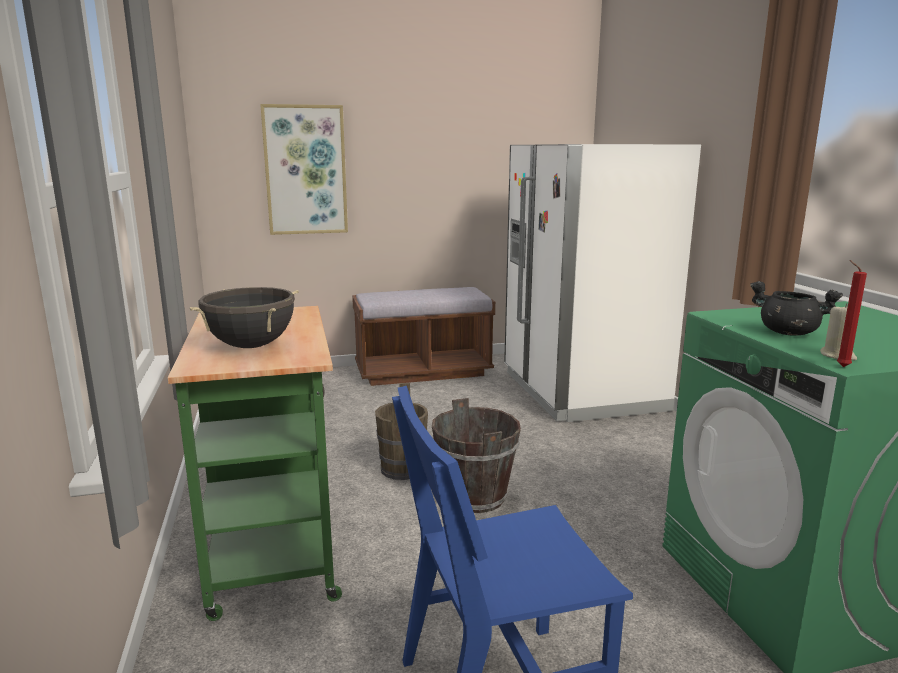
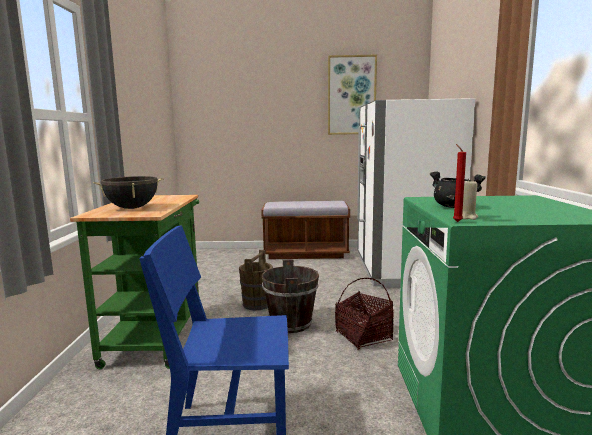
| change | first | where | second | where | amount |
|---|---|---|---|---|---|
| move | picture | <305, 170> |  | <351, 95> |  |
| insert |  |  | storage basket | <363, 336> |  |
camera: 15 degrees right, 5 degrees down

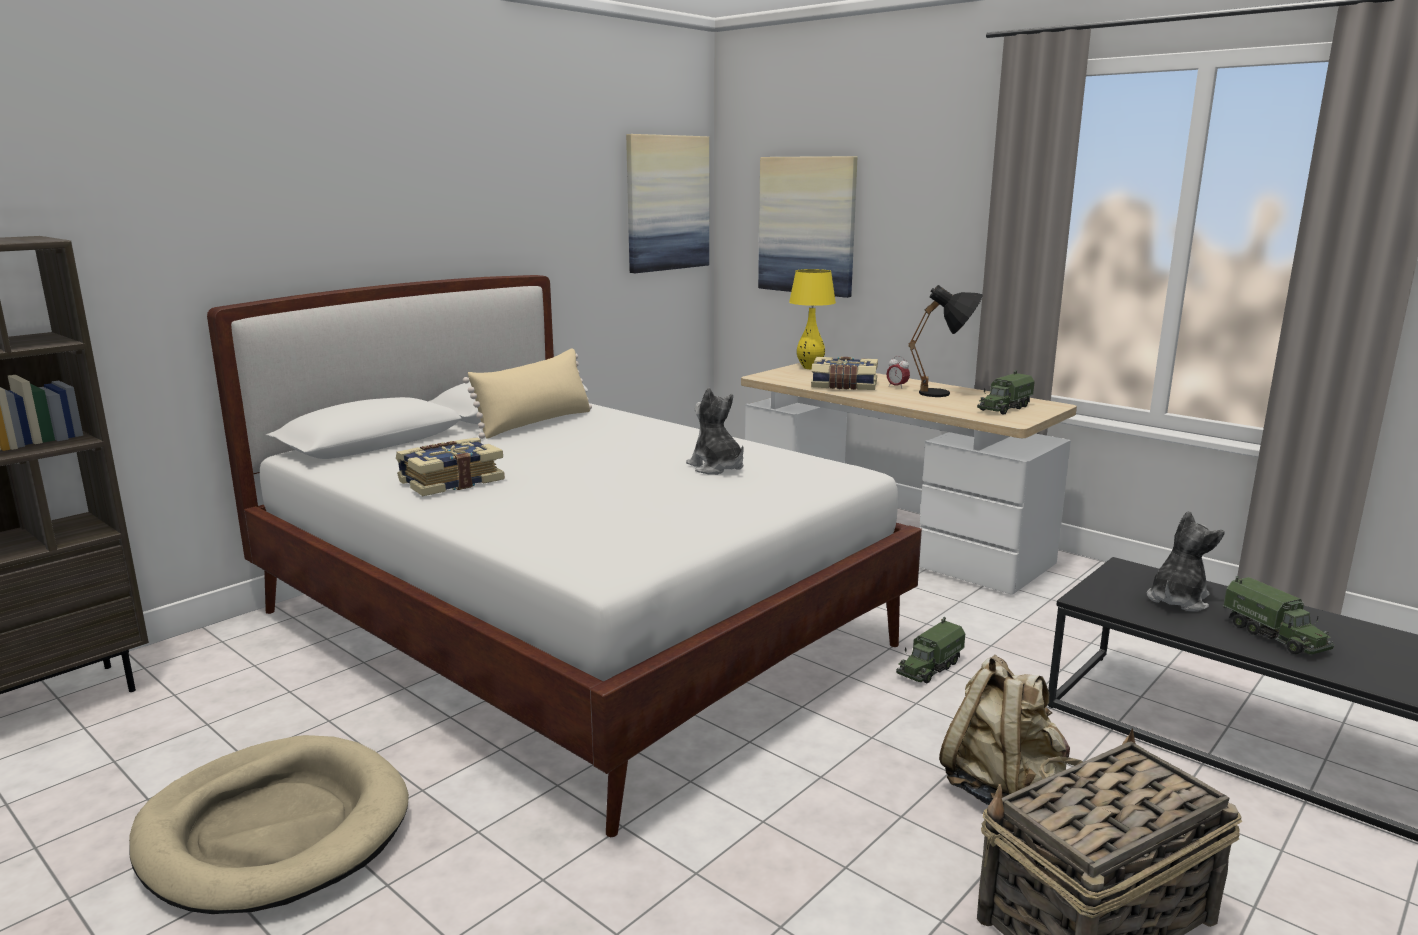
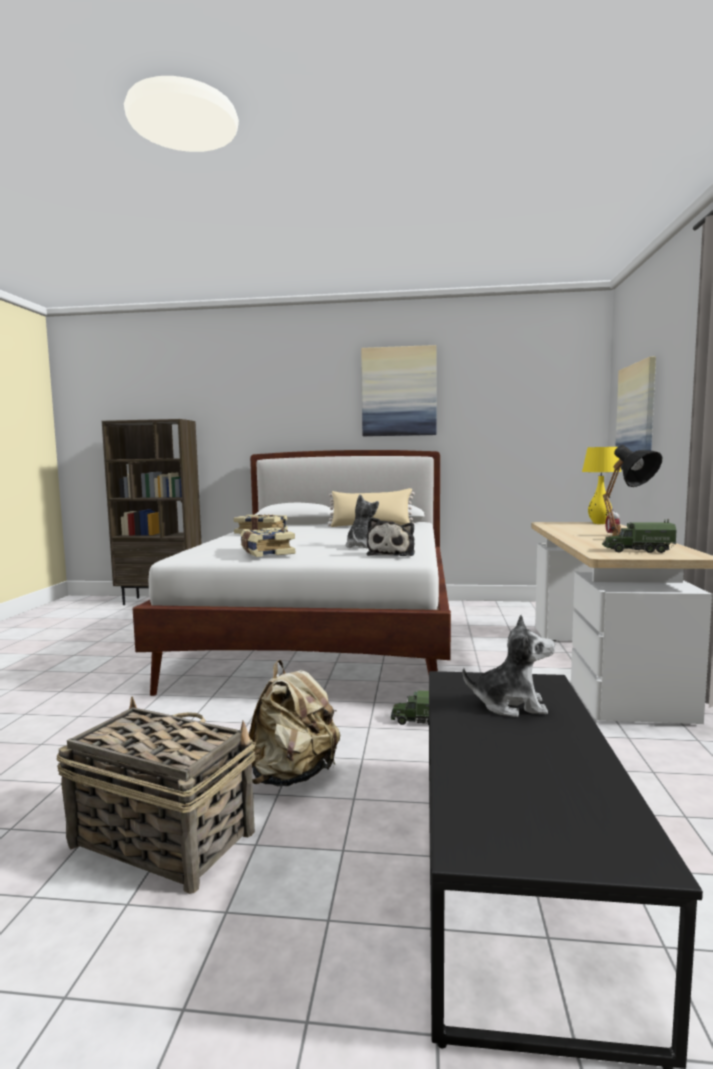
| change | first | where | second | where | amount |
|---|---|---|---|---|---|
| delete | dog bed (sand-coloured) | <274, 830> |  |  |  |
| move | picture | <667, 203> |  | <399, 392> |  |
| move | volume | <844, 386> |  | <266, 553> |  |
| delete | toy truck | <1274, 636> |  |  |  |
| insert |  |  | plush toy | <392, 554> |  |
camera: 55 degrees right, 10 degrees down

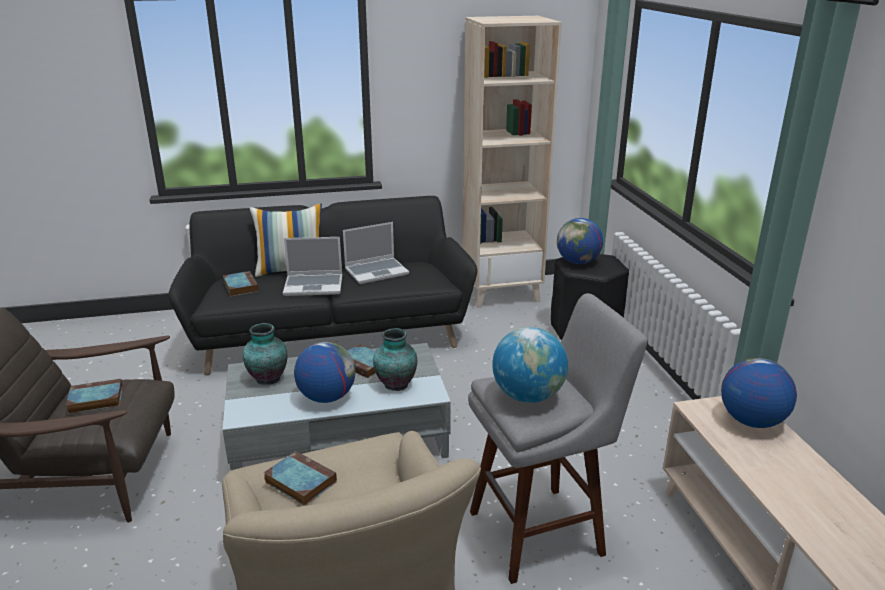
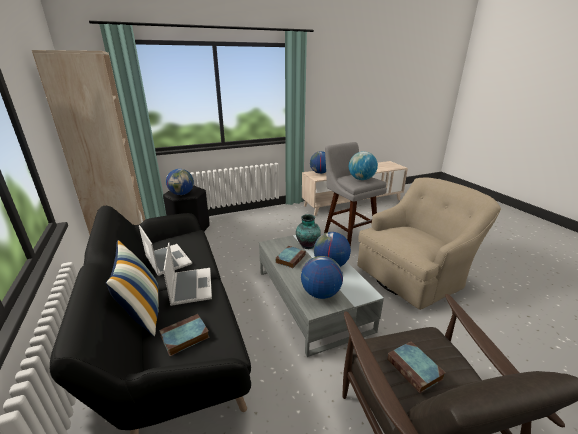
| change | first | where | second | where | amount |
|---|---|---|---|---|---|
| replace | vase | <267, 378> | globe | <320, 293> |  |
| delete | volume | <299, 482> |  |  |  |
camera: 100 degrees left, 0 degrees up

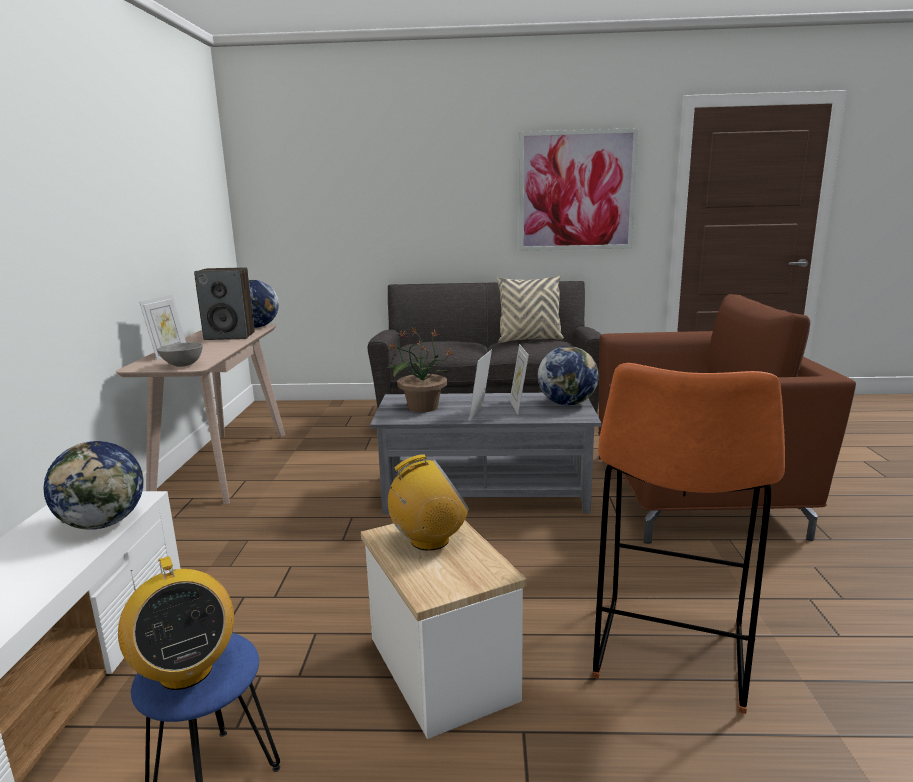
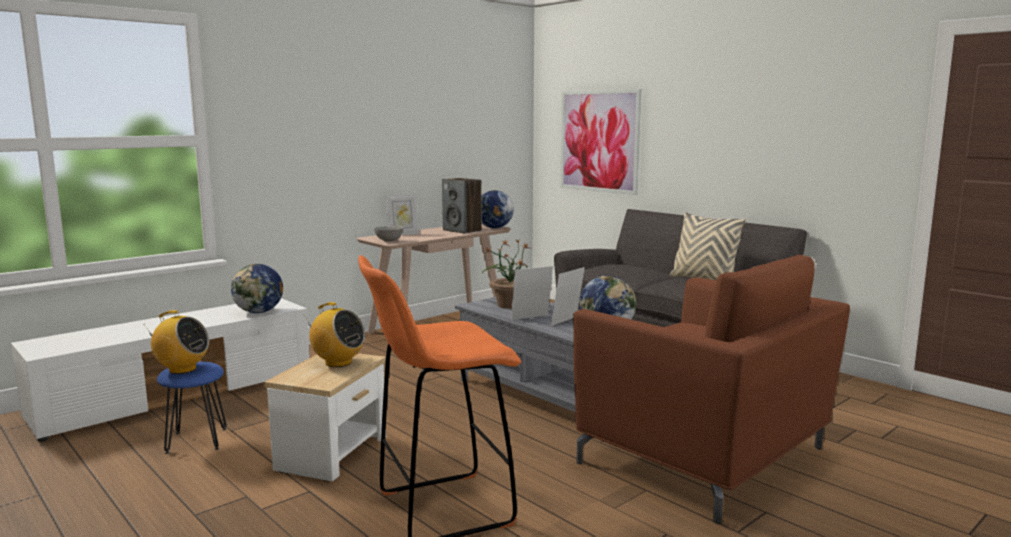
| change | first | where | second | where | amount |
|---|---|---|---|---|---|
| rotate | radio | <185, 671> |  | <182, 369> | 90 degrees counterclockwise |
| move | picture | <576, 191> |  | <599, 141> |  |
camera: 45 degrees right, 5 degrees down

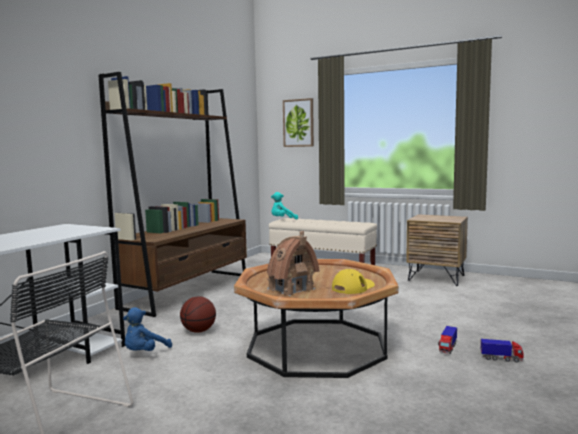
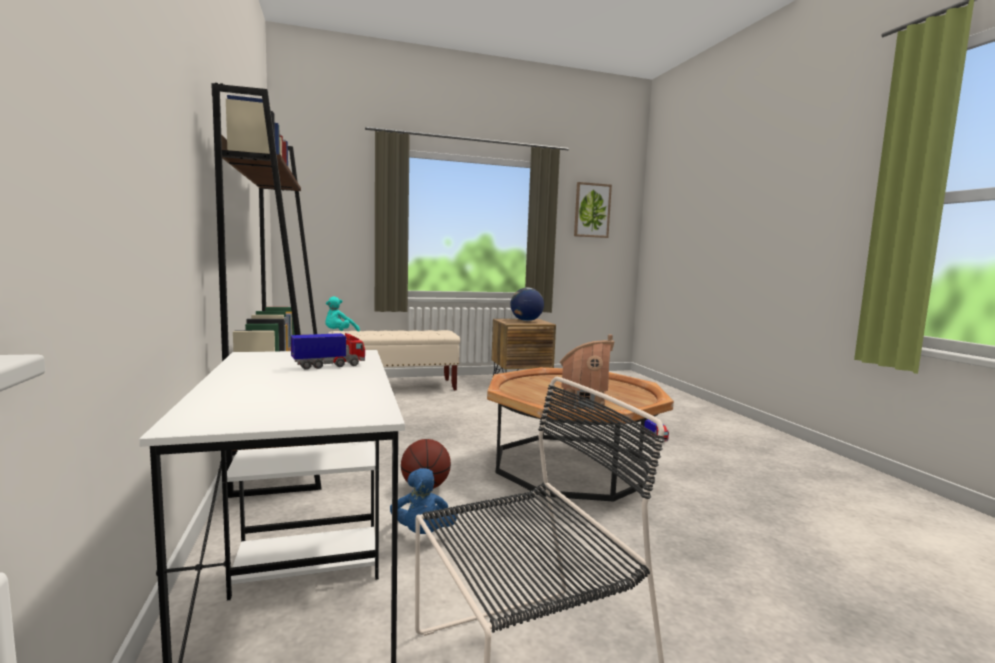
| change | first | where | second | where | amount |
|---|---|---|---|---|---|
| move | picture | <298, 123> |  | <592, 210> |  |
| delete | peaked cap (yellow-coloured) | <353, 287> |  |  |  |
| move | toy truck | <501, 358> |  | <329, 365> |  |
| insert |  |  | globe | <526, 321> |  |
camera: 45 degrees left, 0 degrees up

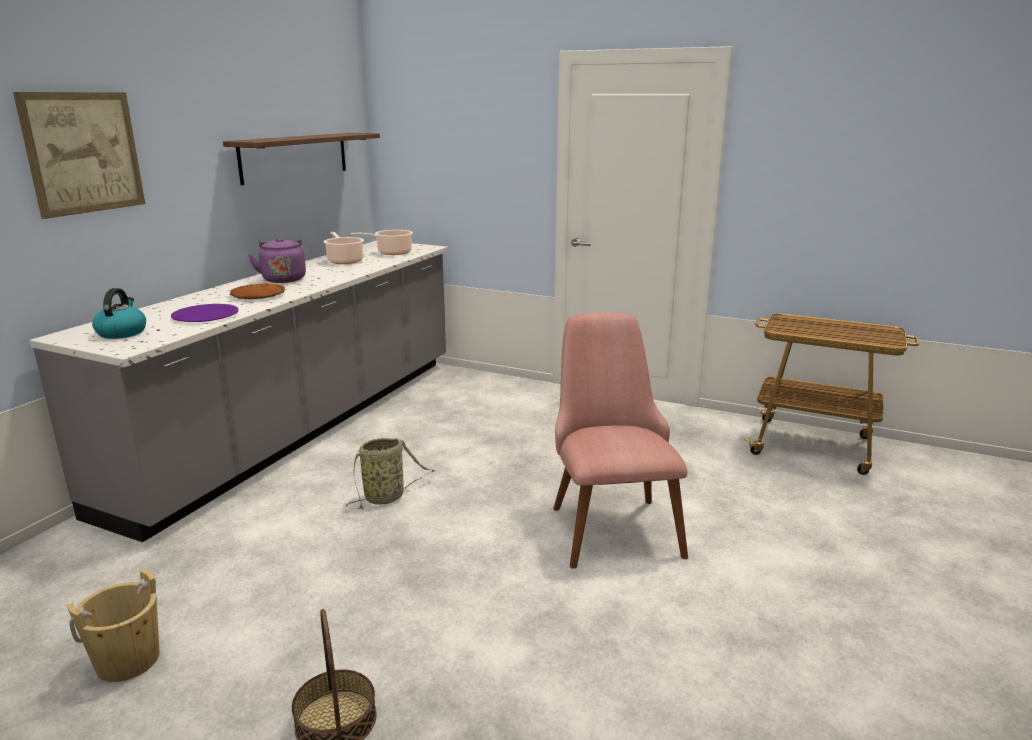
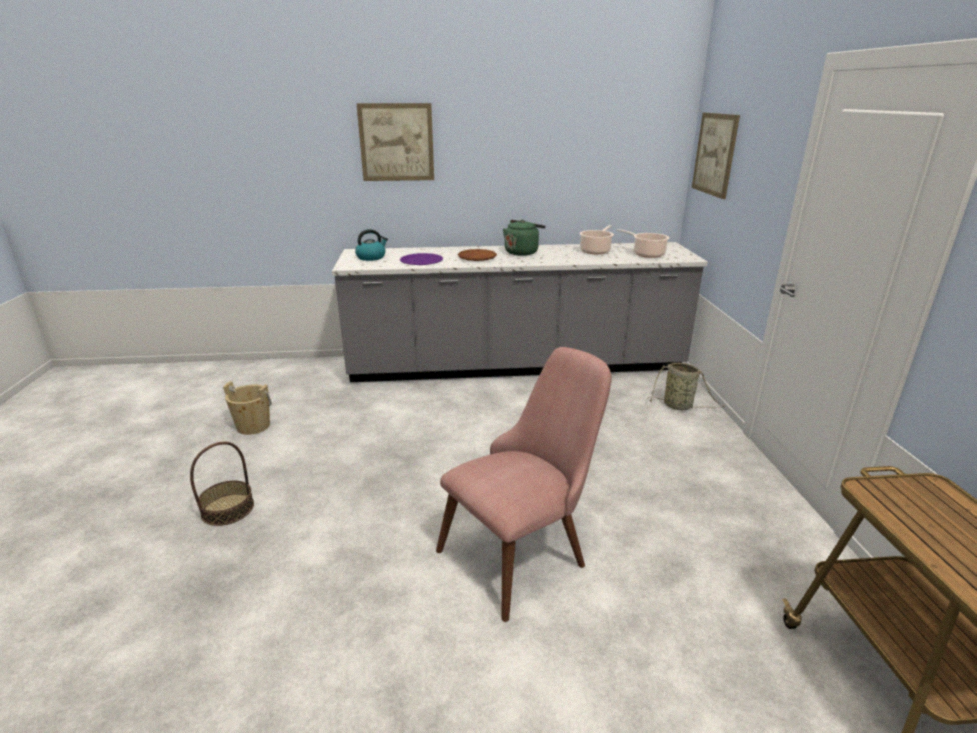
| change | first | where | second | where | amount |
|---|---|---|---|---|---|
| delete | bracket shelf | <295, 157> |  |  |  |
| recolor | tea kettle (purplish) | <283, 279> | tea kettle (greenish) | <522, 252> |  |
| move | storage basket | <387, 497> |  | <680, 406> |  |
| insert |  |  | picture | <715, 154> |  |
camera: 60 degrees right, 5 degrees up

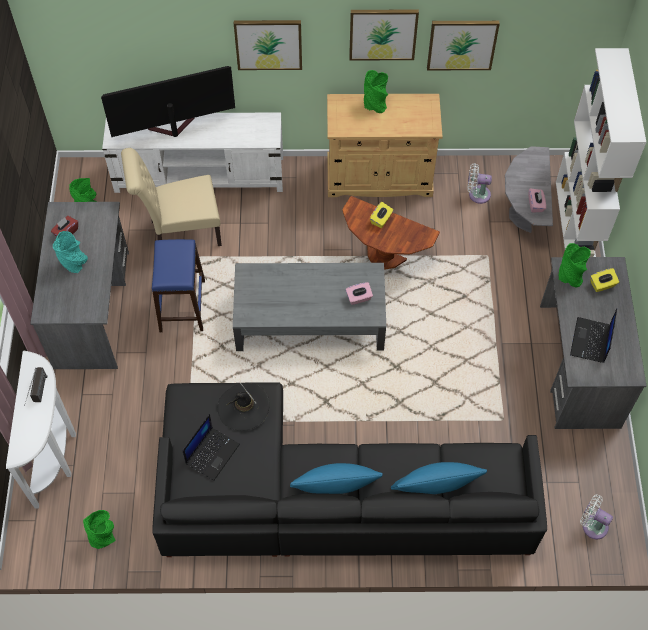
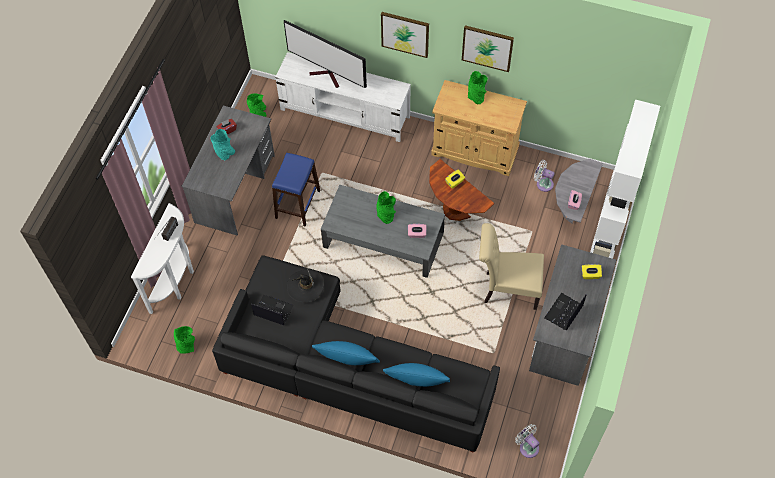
| change | first | where | second | where | amount |
|---|---|---|---|---|---|
| rotate | TV | <172, 130> |  | <328, 76> | 150 degrees counterclockwise |
| move | plain chair (sand-coloured) | <180, 233> |  | <506, 289> |  |
| rotate | laptop | <212, 453> |  | <273, 310> | 120 degrees counterclockwise |
| delete | picture | <462, 44> |  |  |  |
| move | vase (greenish) | <570, 276> |  | <386, 215> |  |
camera: 20 degrees right, 0 degrees up

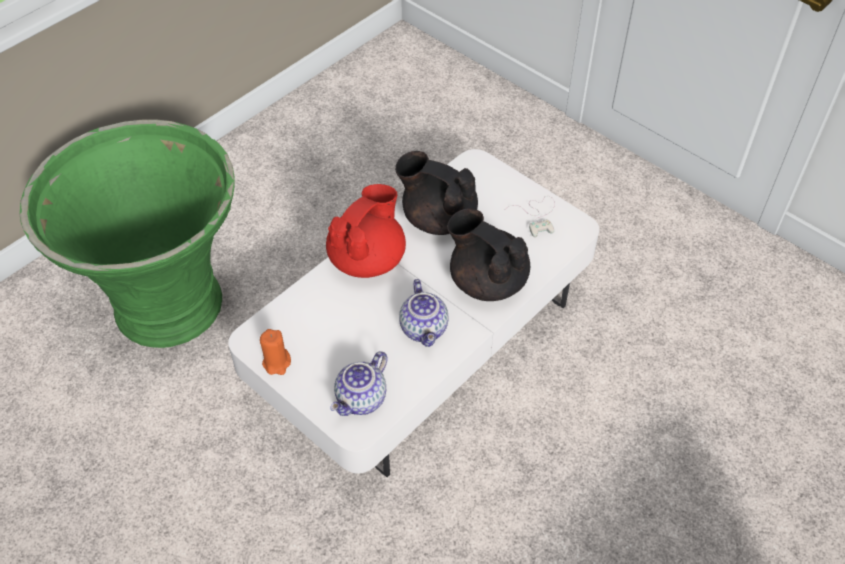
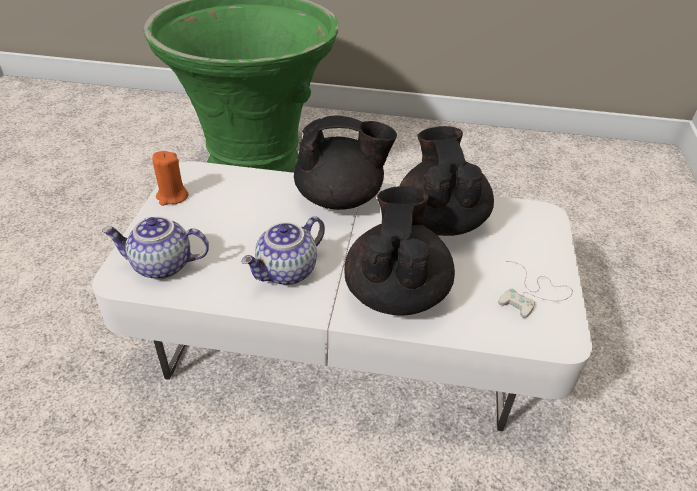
| change | first | where | second | where | amount |
|---|---|---|---|---|---|
| recolor | tea pot (red) | <368, 259> | tea pot (black) | <340, 198> |  |
camera: 55 degrees right, 10 degrees down

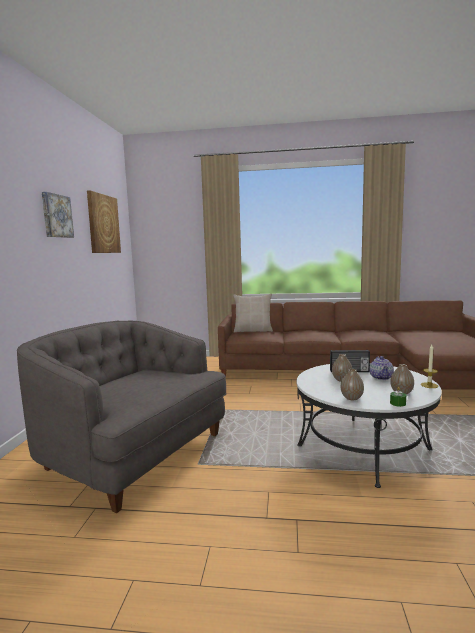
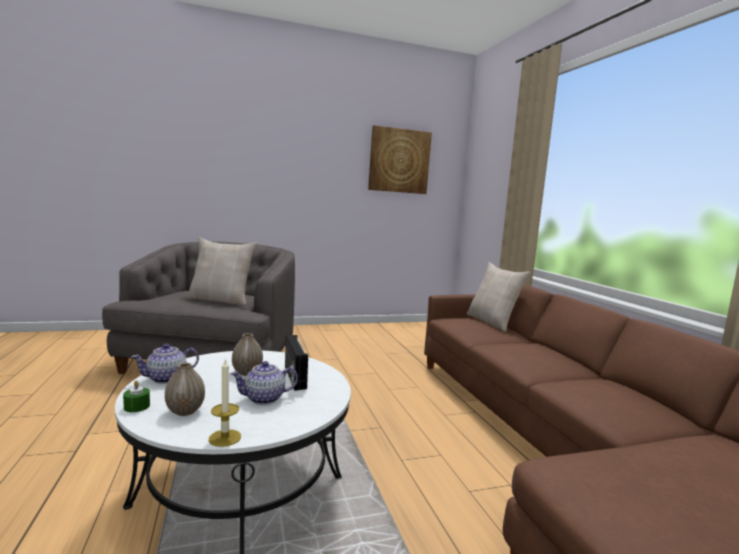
| change | first | where | second | where | amount |
|---|---|---|---|---|---|
| delete | picture | <56, 216> |  |  |  |
| replace | vase | <351, 398> | tea pot | <167, 378> |  |
| insert |  |  | throw pillow (sand-coloured) | <221, 300> |  |
camera: 65 degrees right, 0 degrees up

